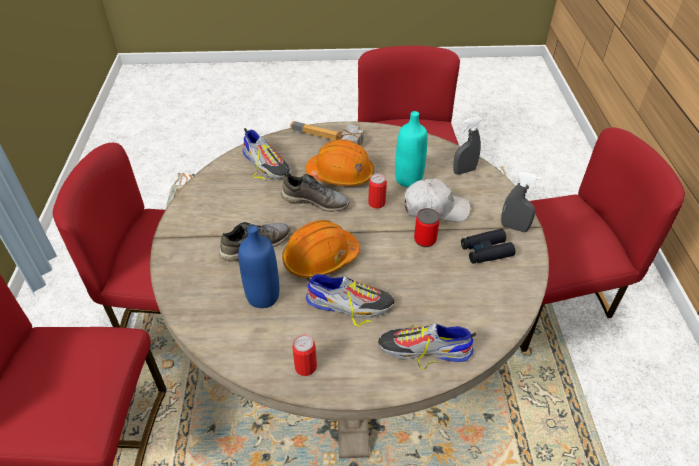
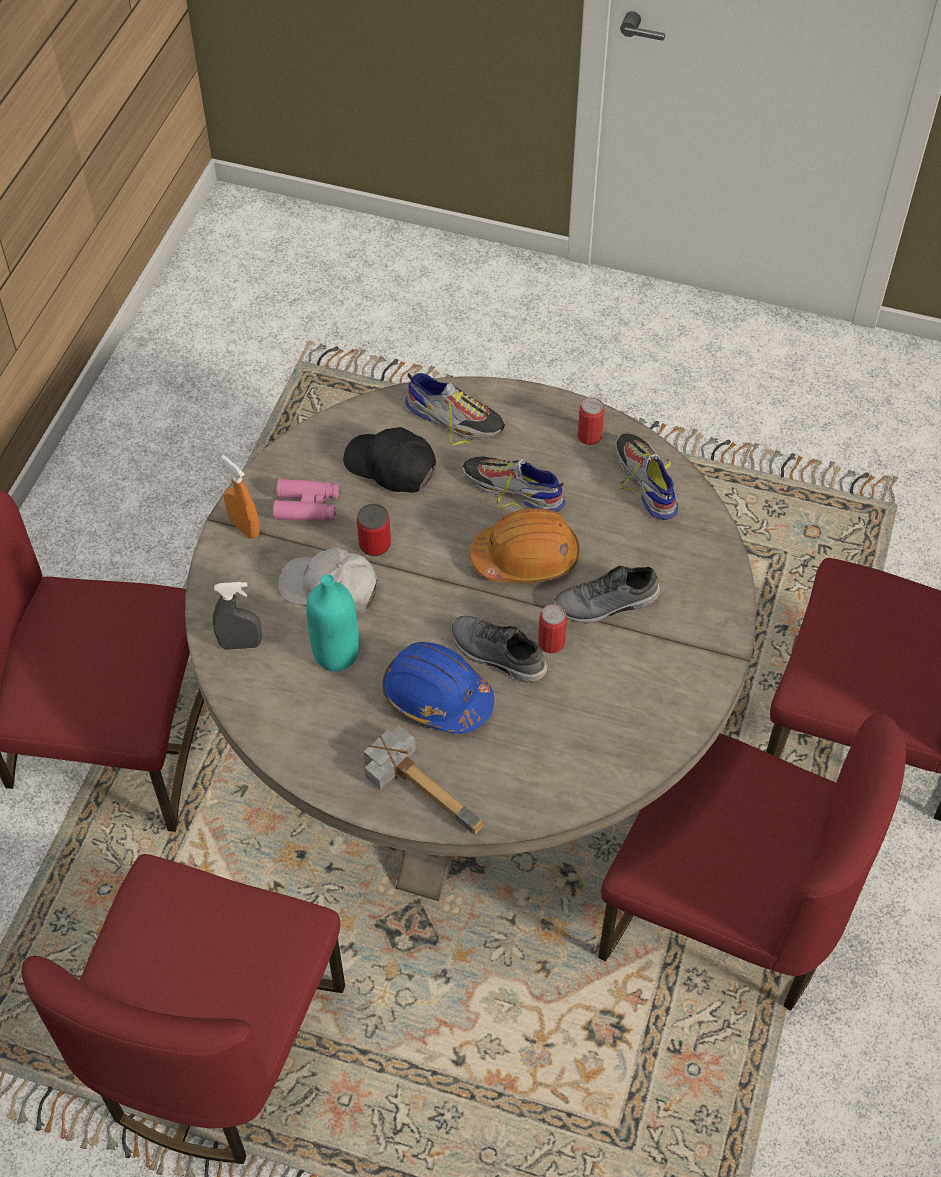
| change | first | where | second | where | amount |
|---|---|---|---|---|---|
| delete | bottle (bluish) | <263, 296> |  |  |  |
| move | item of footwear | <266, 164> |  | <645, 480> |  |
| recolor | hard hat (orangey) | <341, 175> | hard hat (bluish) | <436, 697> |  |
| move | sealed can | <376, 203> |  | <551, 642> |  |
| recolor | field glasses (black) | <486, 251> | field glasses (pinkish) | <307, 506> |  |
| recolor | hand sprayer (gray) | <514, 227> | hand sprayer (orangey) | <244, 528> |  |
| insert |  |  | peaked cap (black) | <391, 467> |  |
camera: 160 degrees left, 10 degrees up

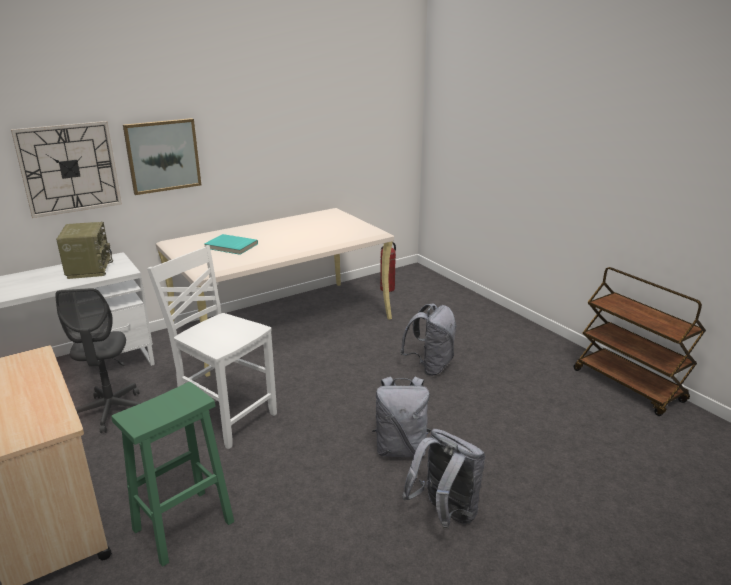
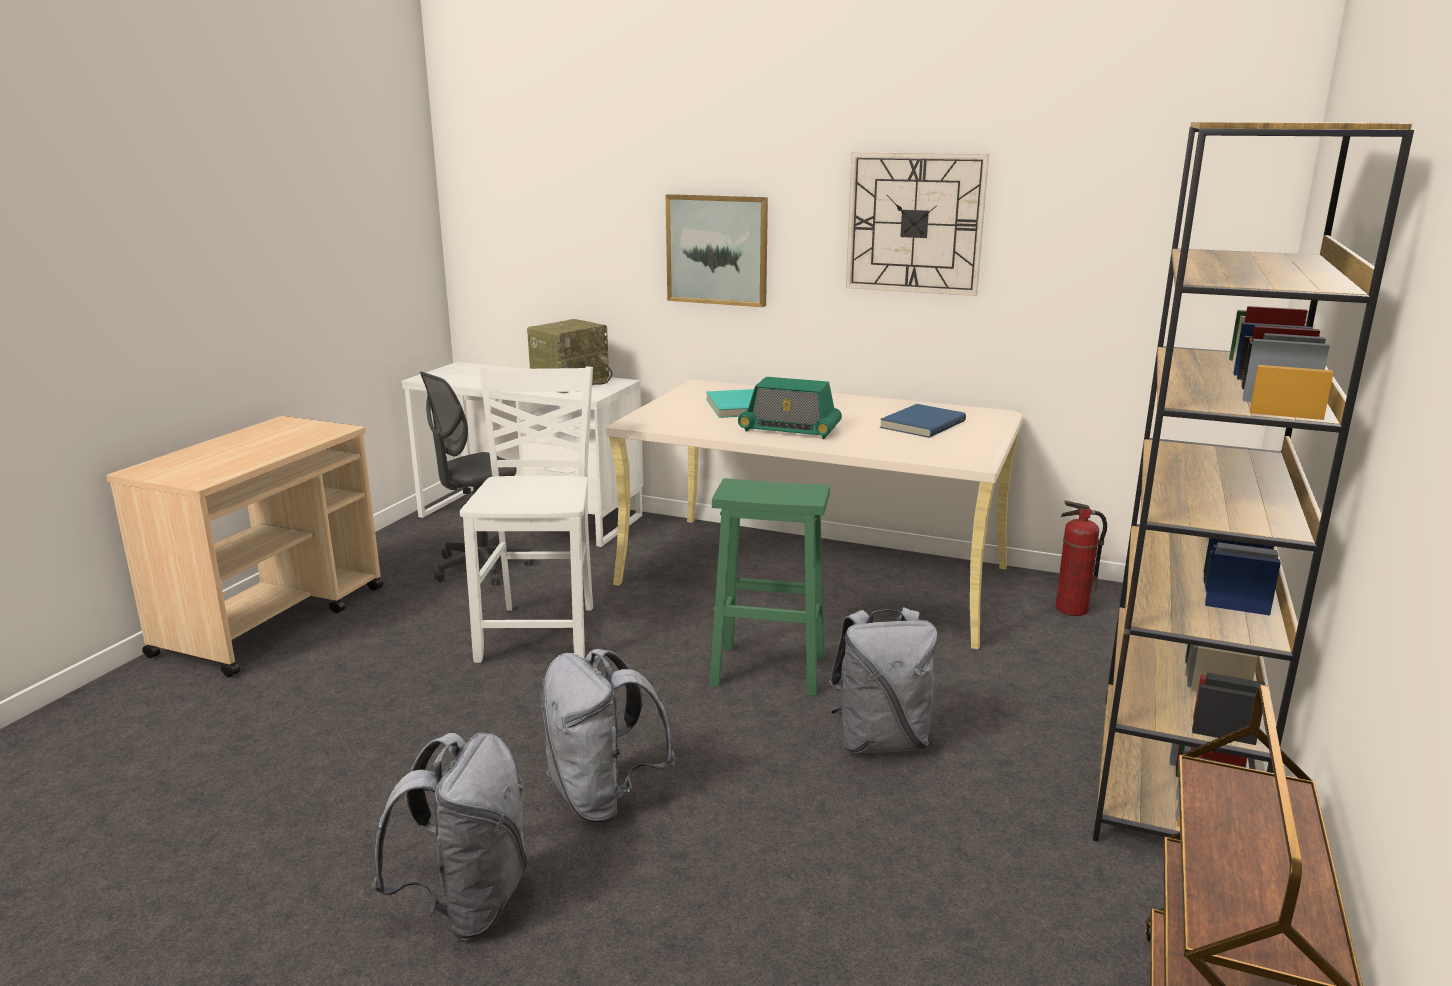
| change | first | where | second | where | amount |
|---|---|---|---|---|---|
| move | wall clock | <69, 168> |  | <915, 223> |  |
| move | stool (greenish) | <182, 527> |  | <766, 670> |  |
| insert |  |  | radio | <789, 429> |  |
| insert |  |  | volume (bluish) | <921, 424> |  |
| insert |  |  | shelving unit (brown-coloured) | <1170, 778> |  |
camera: 55 degrees right, 5 degrees down

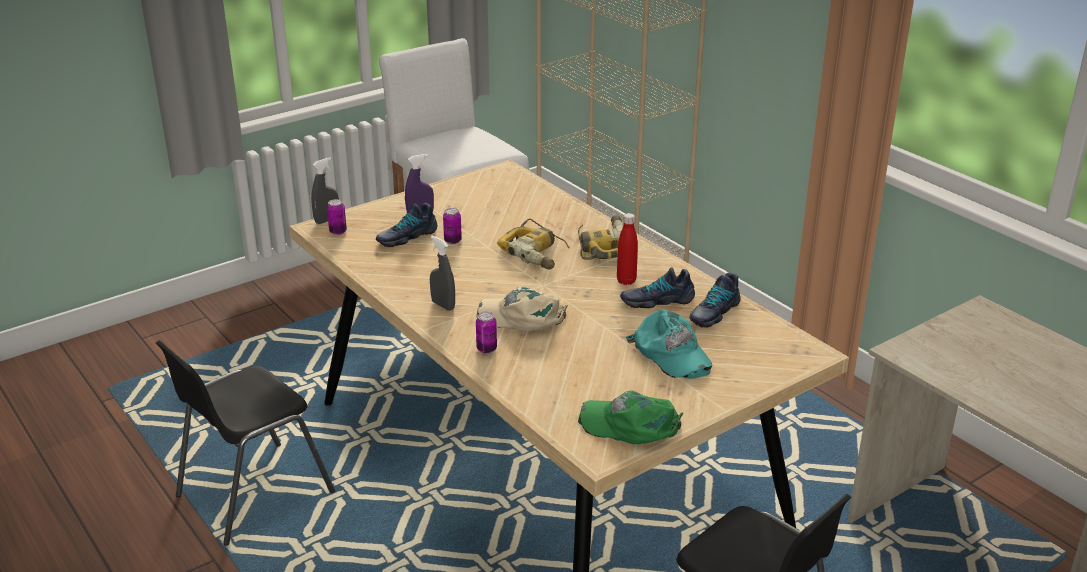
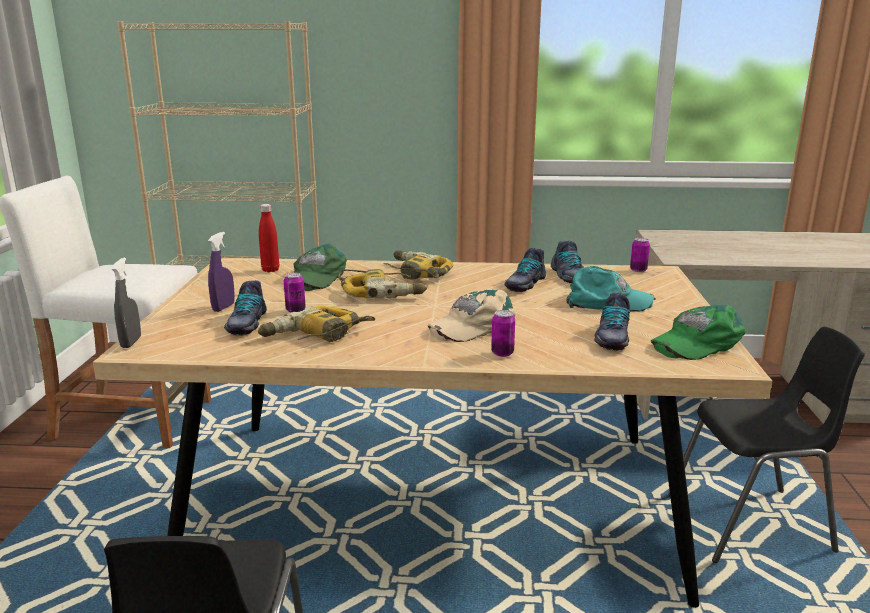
| change | first | where | second | where | amount |
|---|---|---|---|---|---|
| move | sealed can | <338, 231> |  | <638, 270> |  |
| delete | hand sprayer (gray) | <443, 305> |  |  |  |
| move | bottle (red) | <626, 281> |  | <270, 270> |  |
| insert |  |  | electric drill | <316, 336> |  |
| insert |  |  | peaked cap (greenish) | <316, 277> |  |
| insert |  |  | item of footwear | <611, 337> |  |
camera: 50 degrees left, 10 degrees down

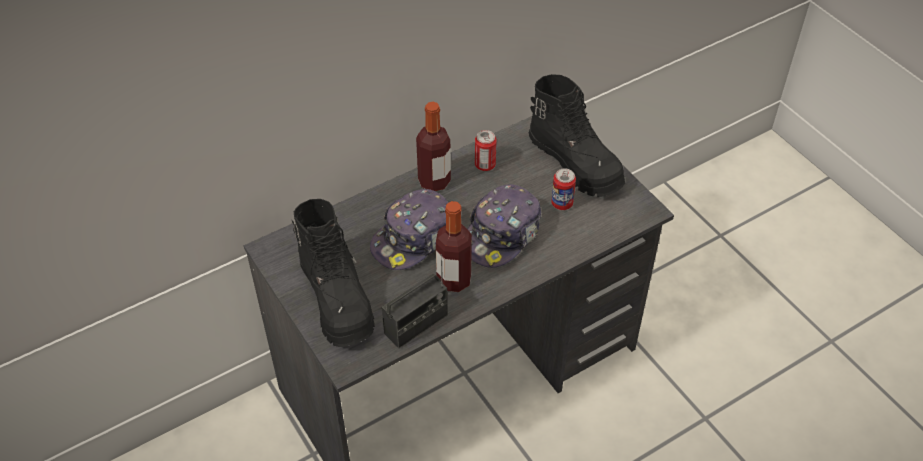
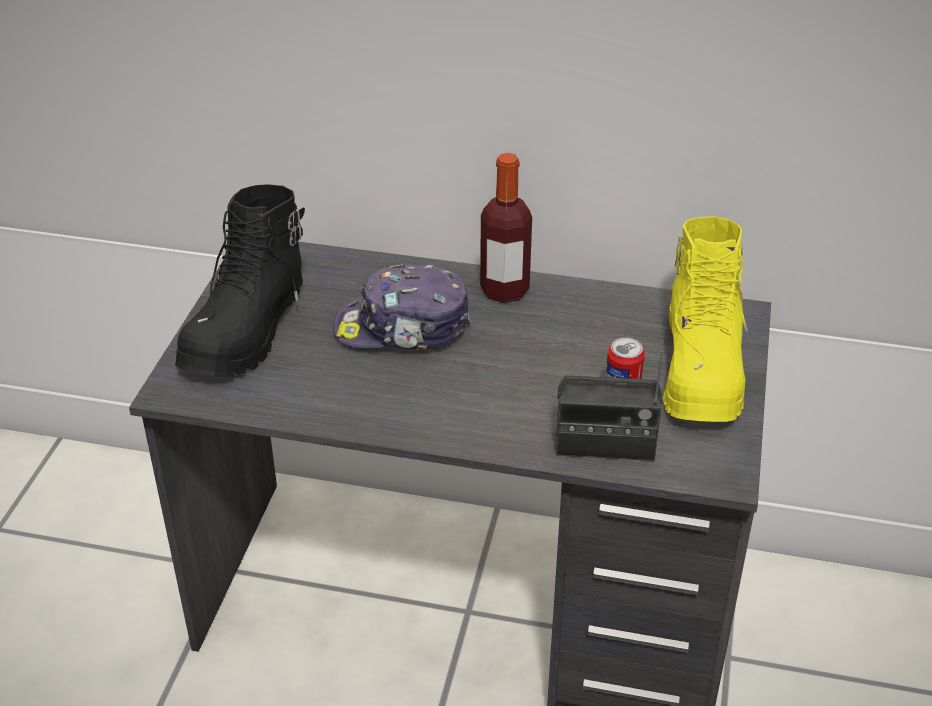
| change | first | where | second | where | amount |
|---|---|---|---|---|---|
| move | radio | <416, 324> |  | <605, 446> |  |
| delete | bottle | <454, 280> |  |  |  |
| delete | peaked cap | <502, 235> |  |  |  |
| delete | sealed can | <485, 165> |  |  |  |
| recolor | tall boot (black) | <576, 163> | tall boot (yellow-coloured) | <701, 371> |  |
camera: 45 degrees right, 10 degrees down

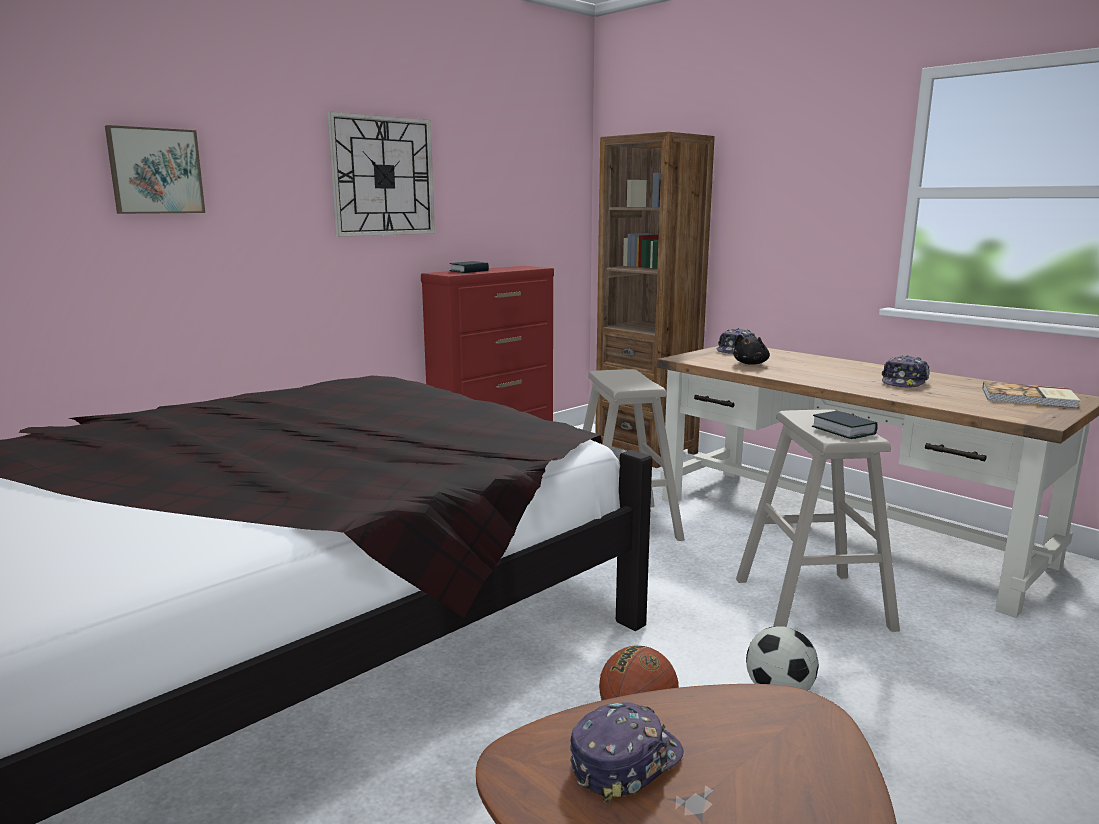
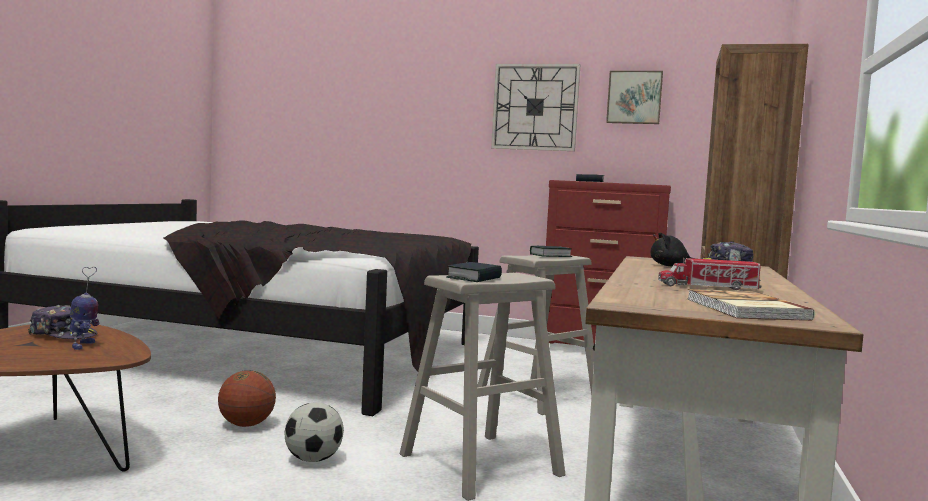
| change | first | where | second | where | amount |
|---|---|---|---|---|---|
| move | picture | <155, 171> |  | <634, 97> |  |
| replace | peaked cap | <904, 382> | toy truck | <708, 287> |  |
| insert |  |  | robot figure | <83, 345> |  |
| insert |  |  | volume | <550, 256> |  |
camera: 60 degrees right, 10 degrees down

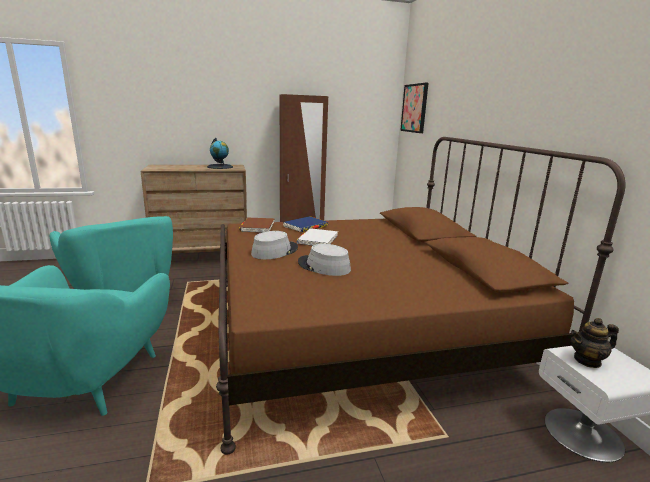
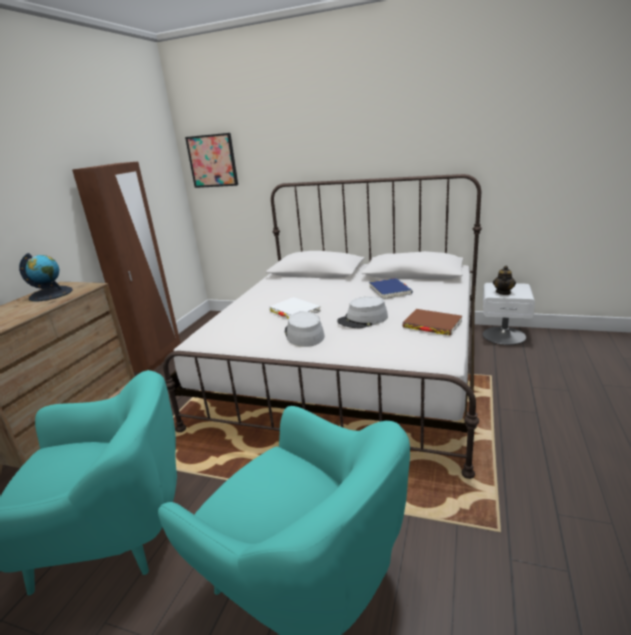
| change | first | where | second | where | amount |
|---|---|---|---|---|---|
| recolor | sleeping bed (brown-coloured) | <359, 328> | sleeping bed (whitish) | <348, 370> |  |
| move | volume (brown-coloured) | <257, 227> |  | <432, 325> |  |
| move | volume (bluish) | <305, 226> |  | <390, 290> |  |
camera: 55 degrees left, 5 degrees up

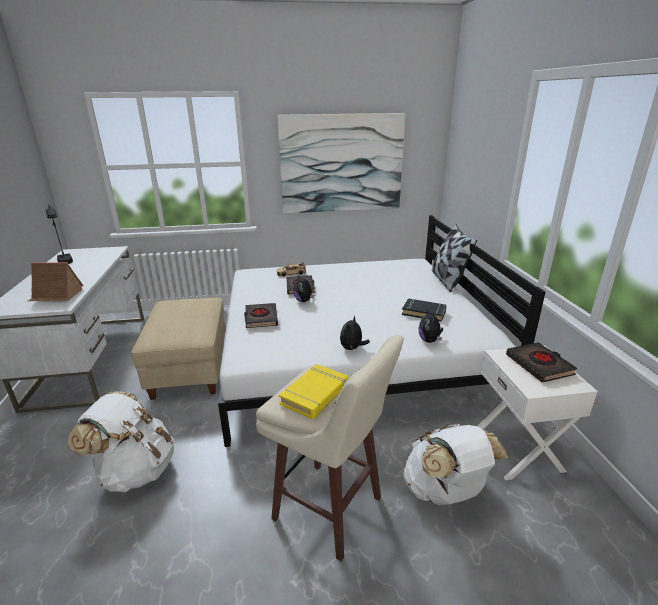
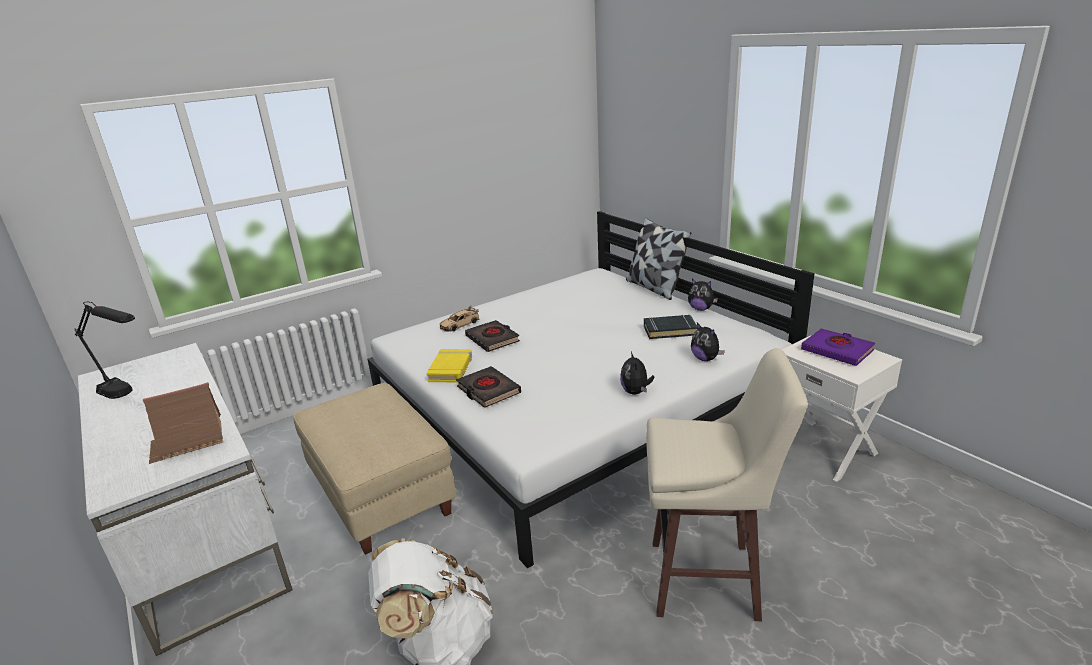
| change | first | where | second | where | amount |
|---|---|---|---|---|---|
| delete | picture | <341, 164> |  |  |  |
| move | volume (yellow-coloured) | <315, 395> |  | <451, 369> |  |
| move | plush toy | <304, 301> |  | <700, 309> |  |
| delete | rucksack (whitish) | <445, 491> |  |  |  |
| recolor | volume (black) | <539, 365> | volume (purplish) | <837, 351> |  |
camera: 25 degrees left, 0 degrees up

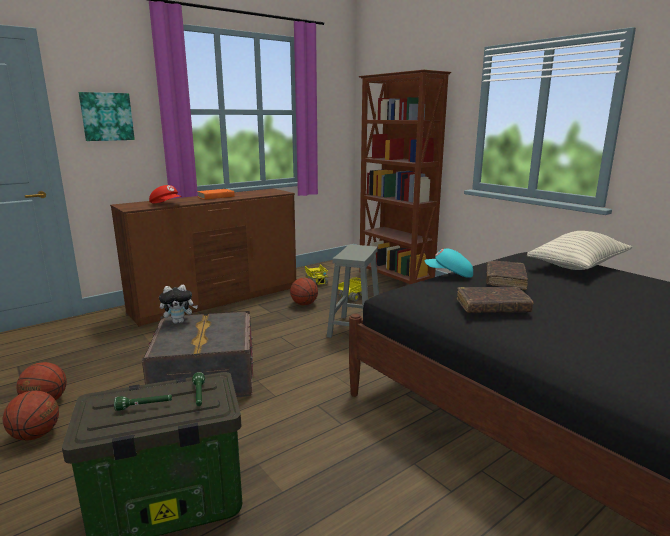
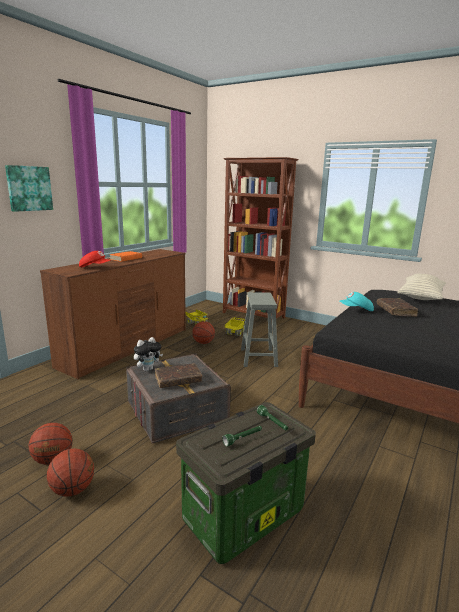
| change | first | where | second | where | amount |
|---|---|---|---|---|---|
| move | volume (brown-coloured) | <492, 307> |  | <178, 380> |  |
camera: 20 degrees left, 0 degrees up

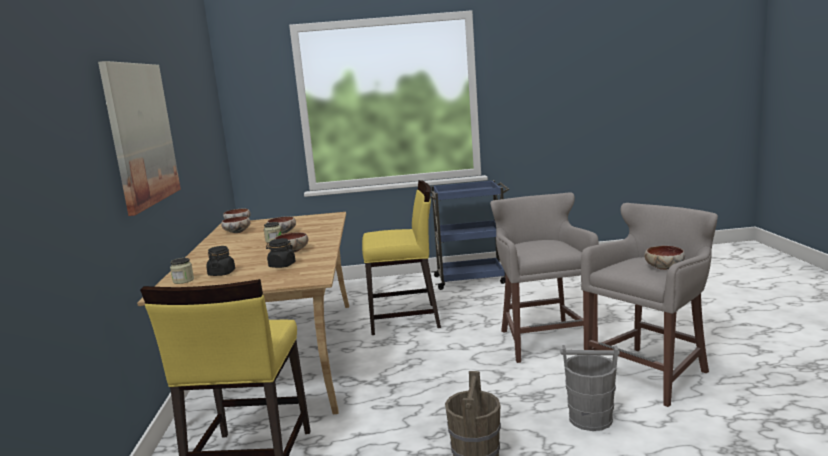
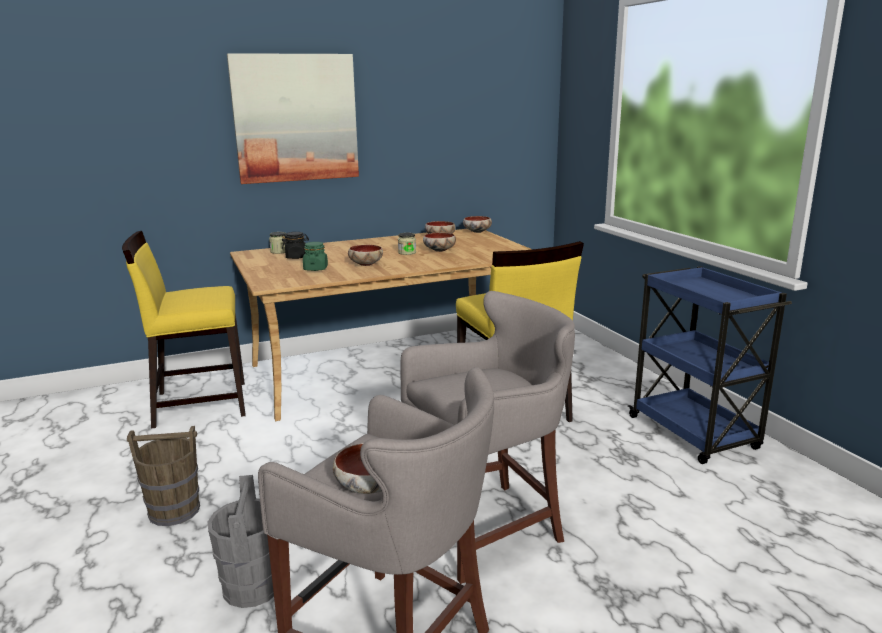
| change | first | where | second | where | amount |
|---|---|---|---|---|---|
| recolor | jar (black) | <282, 265> | jar (greenish) | <315, 269> |  |
camera: 70 degrees right, 5 degrees up

